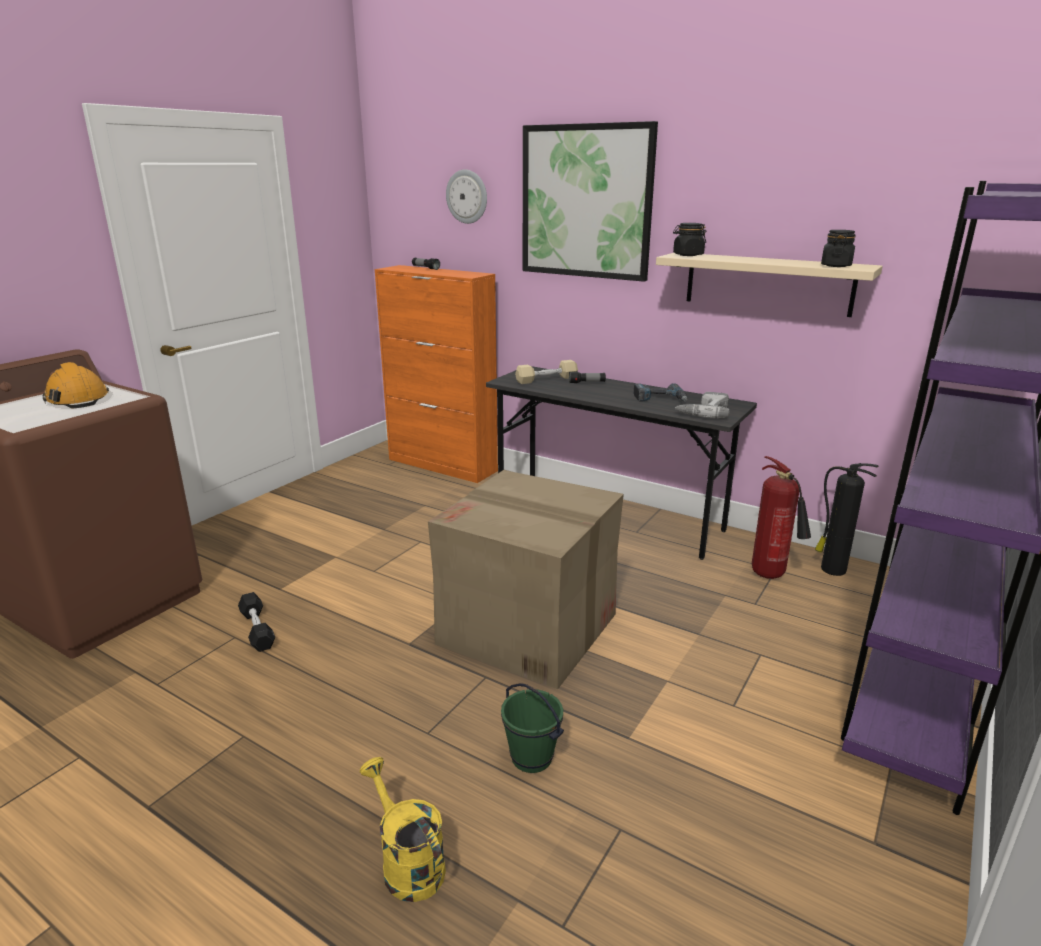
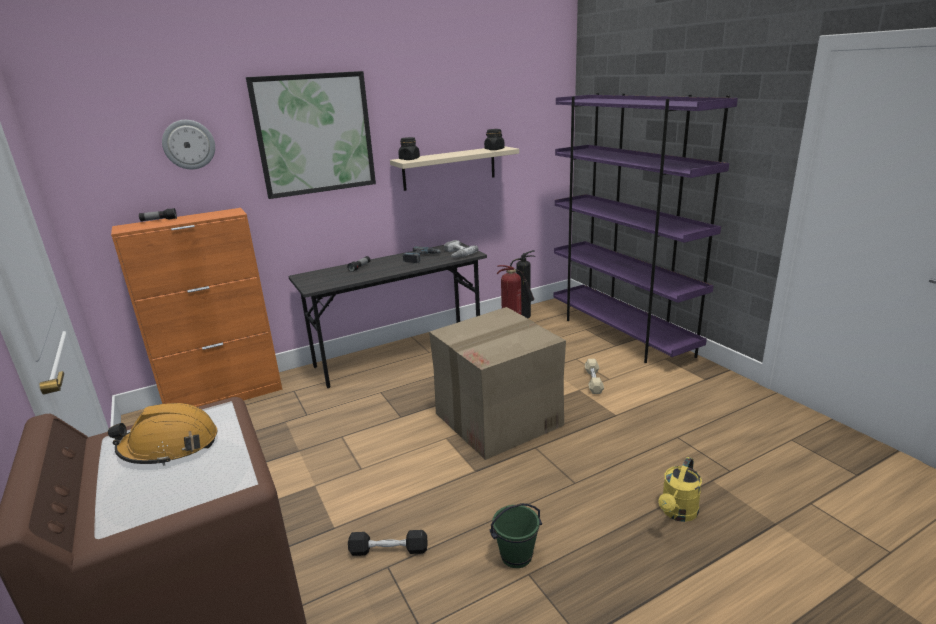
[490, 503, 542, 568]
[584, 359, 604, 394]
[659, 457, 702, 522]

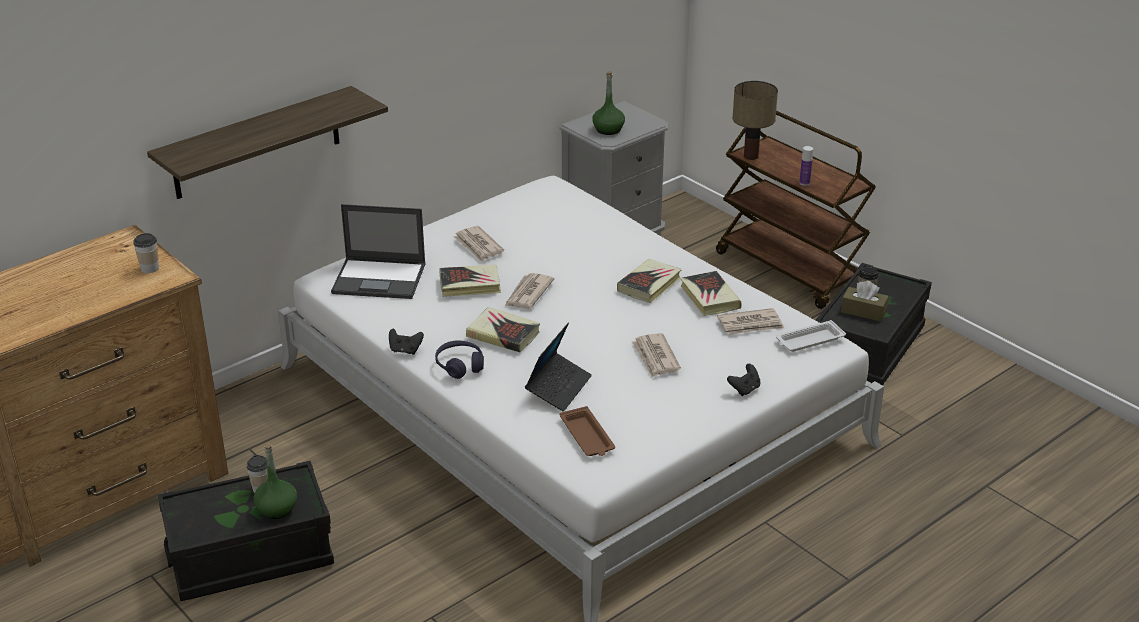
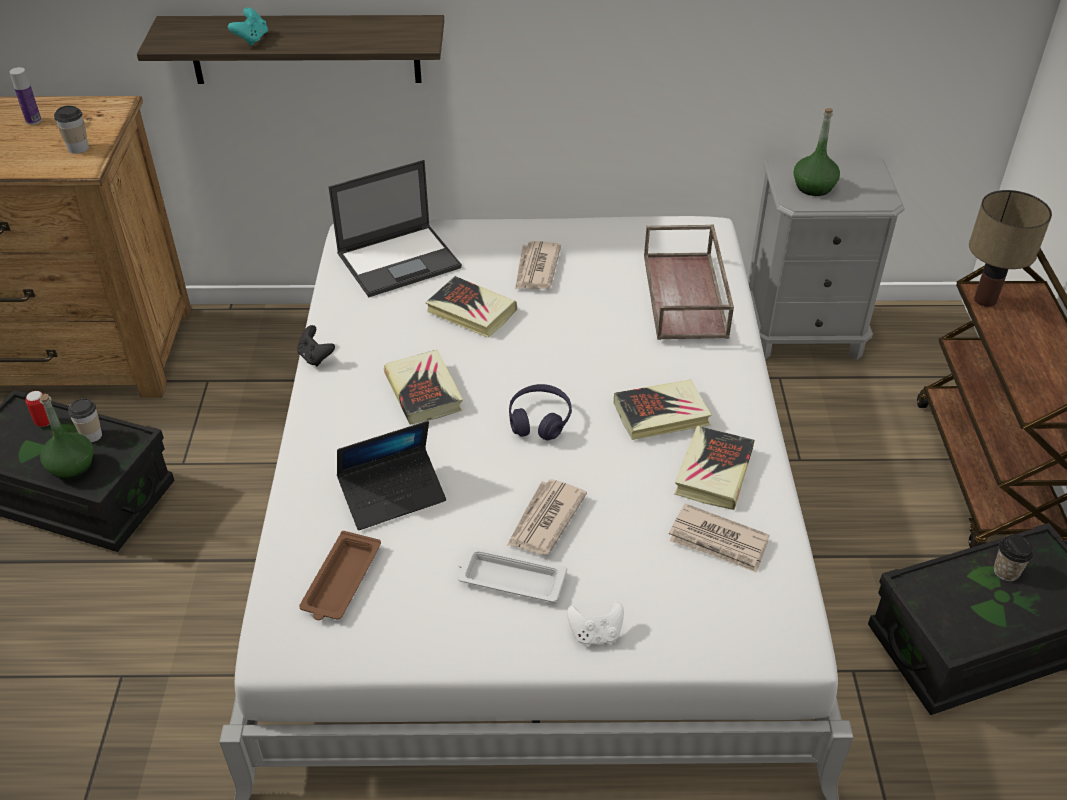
[505, 273, 554, 309] (first image)
[841, 281, 889, 322] (first image)
[25, 391, 50, 427]
[228, 8, 268, 46]
[644, 224, 734, 340]
[509, 384, 572, 441]
[458, 547, 567, 602]
[9, 67, 42, 125]
[567, 602, 624, 645]
[328, 160, 462, 297]

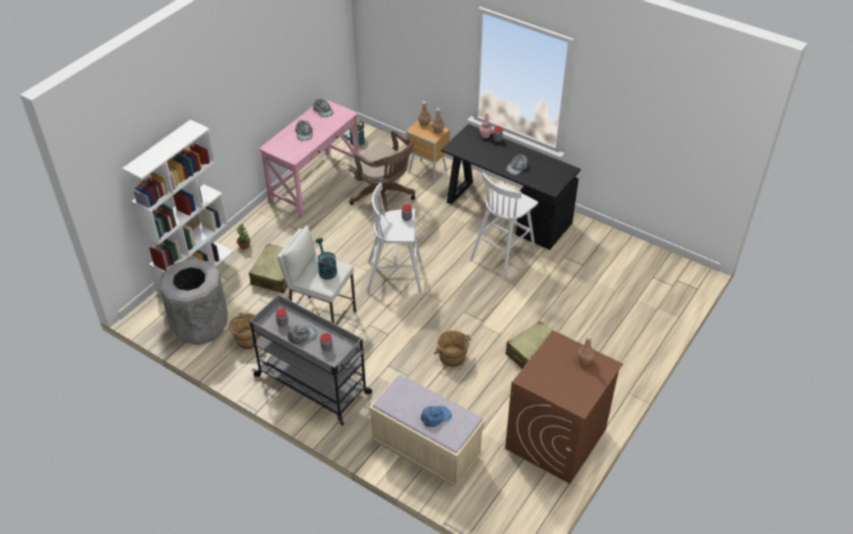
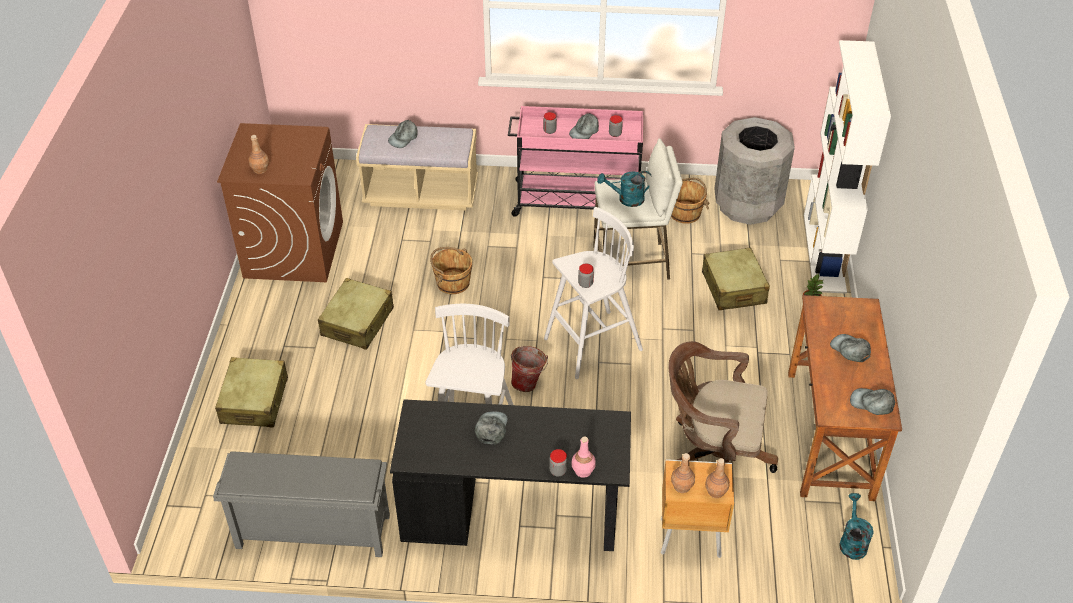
[213, 451, 390, 557]
[215, 357, 288, 428]
[511, 346, 548, 392]
[508, 106, 646, 217]
[788, 295, 902, 501]
[388, 119, 417, 148]
[597, 171, 652, 207]

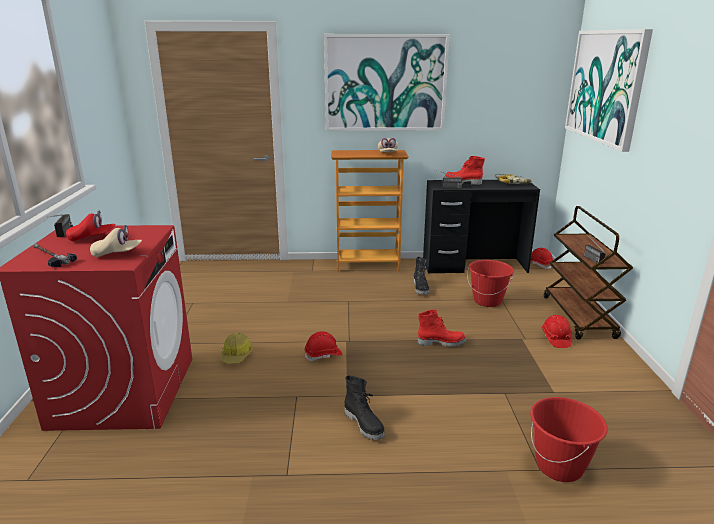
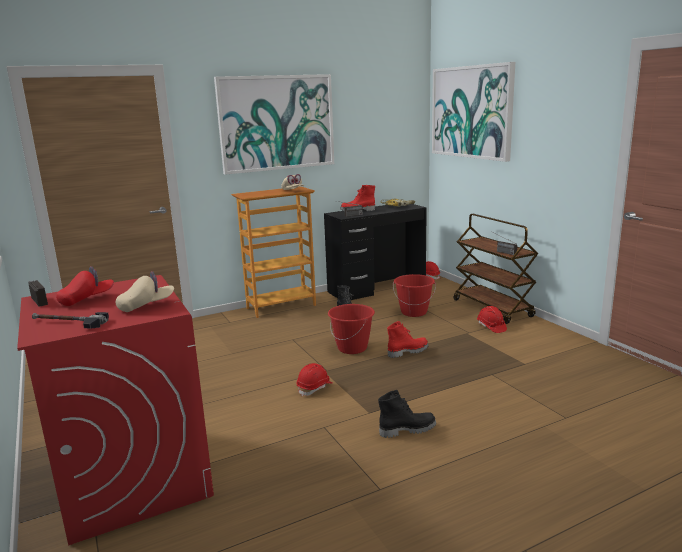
[221, 333, 253, 364] (first image)
[328, 304, 375, 354]
[378, 390, 436, 438]

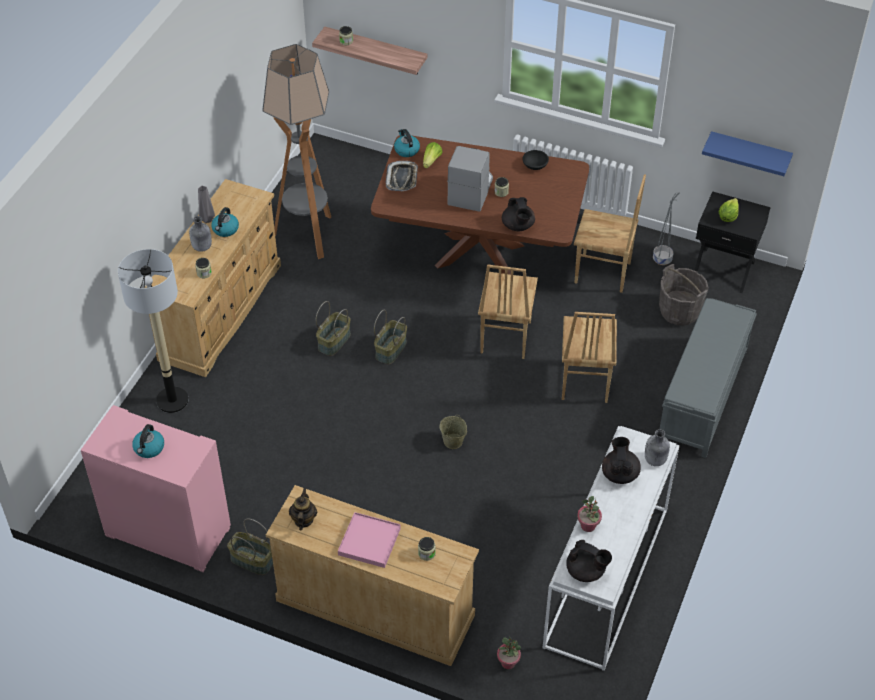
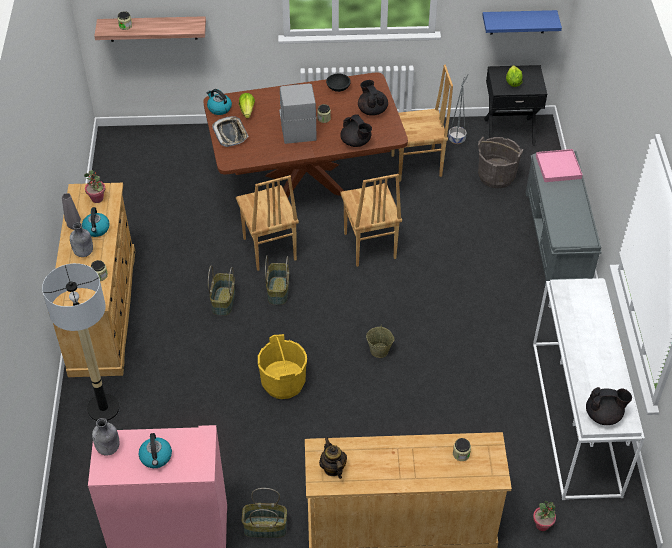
[262, 44, 331, 259] (first image)
[258, 334, 307, 399]
[536, 149, 583, 182]
[236, 175, 299, 271]
[84, 170, 105, 203]
[358, 80, 388, 116]
[92, 418, 120, 456]

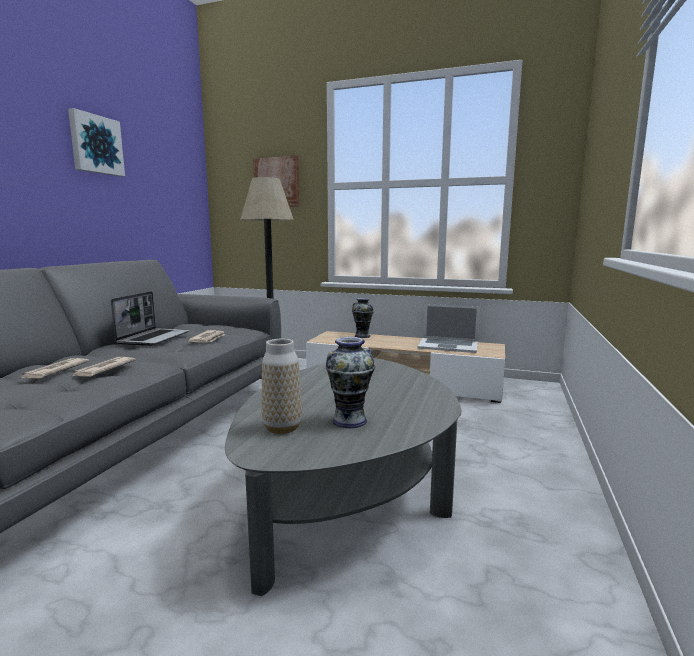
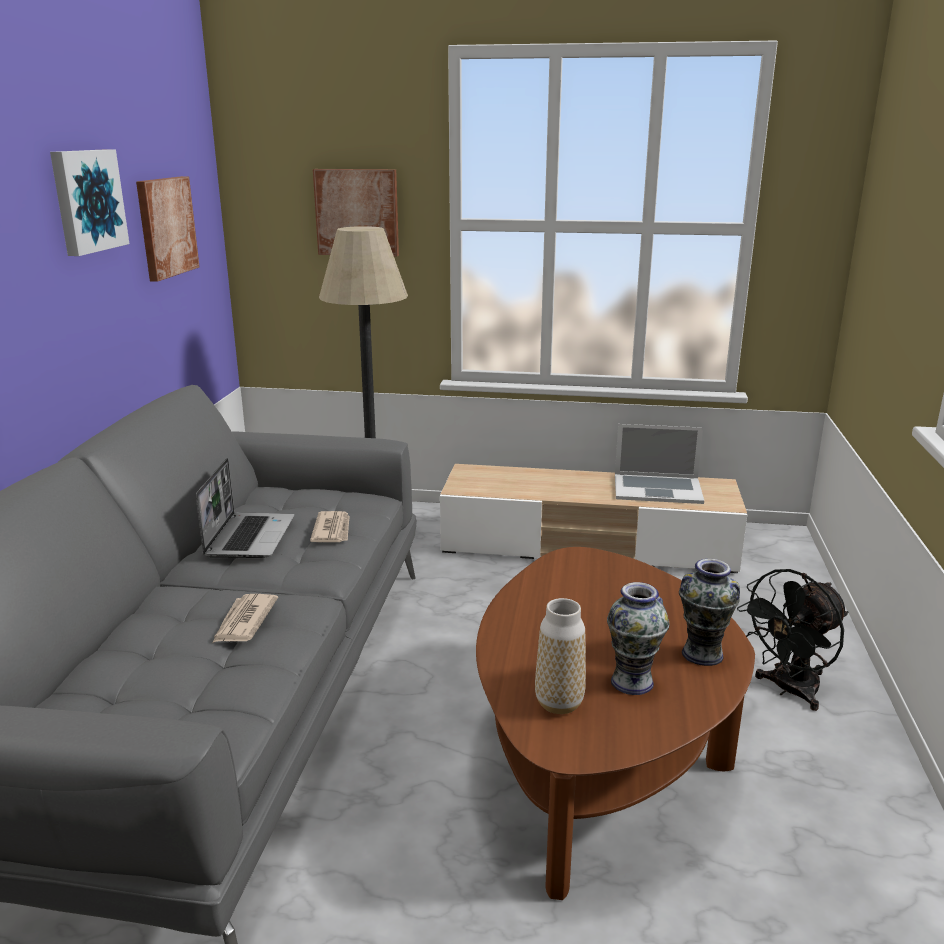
[20, 358, 89, 379] (first image)
[136, 176, 200, 282]
[737, 569, 848, 711]
[679, 559, 740, 666]
[476, 547, 755, 900]

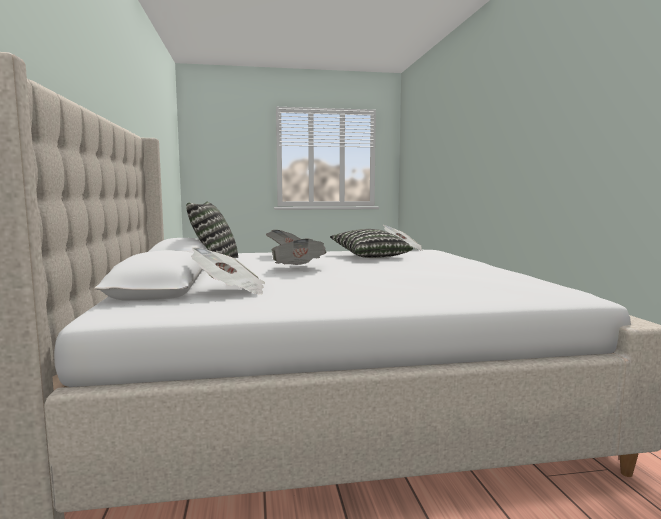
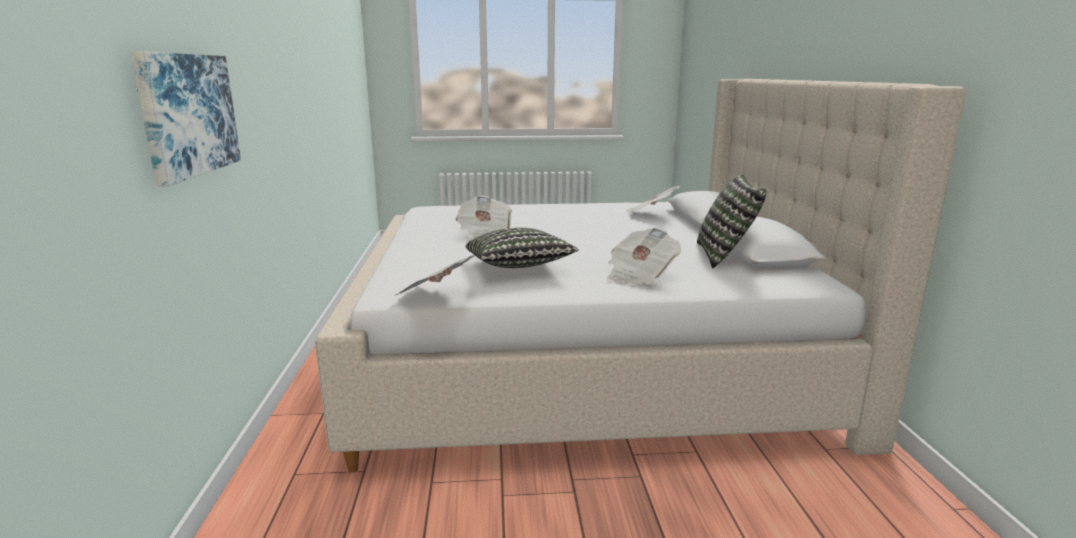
[131, 51, 241, 186]
[456, 196, 512, 240]

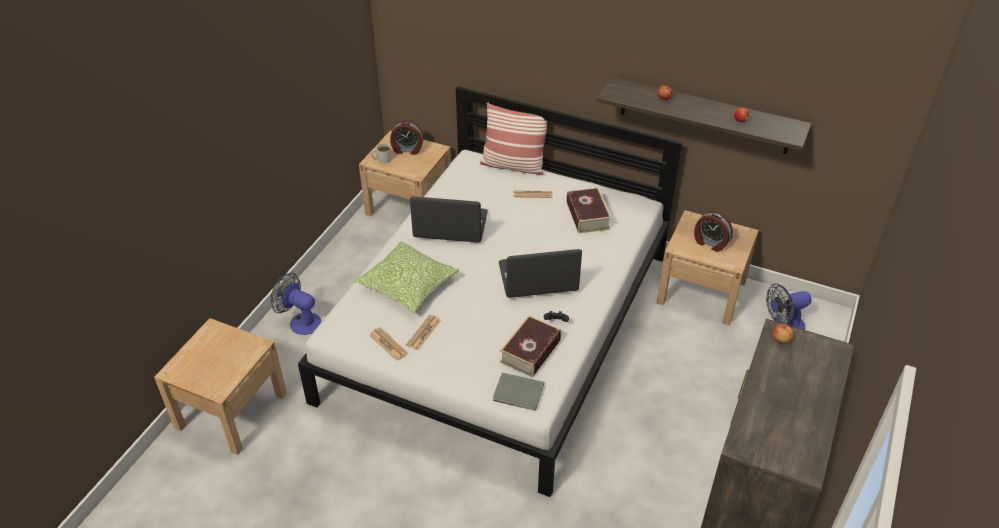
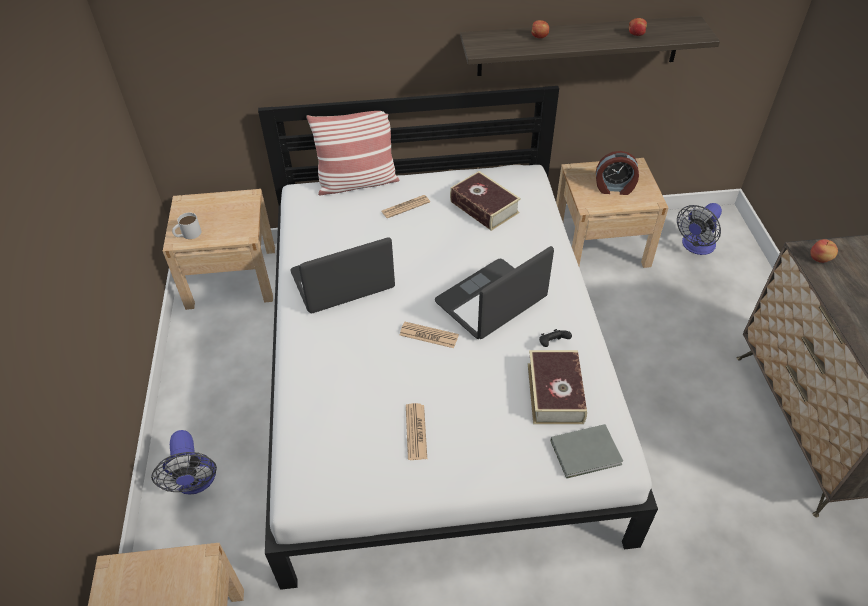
[354, 241, 459, 314] (first image)
[390, 120, 424, 155] (first image)
[400, 322, 459, 348]
[151, 430, 217, 495]

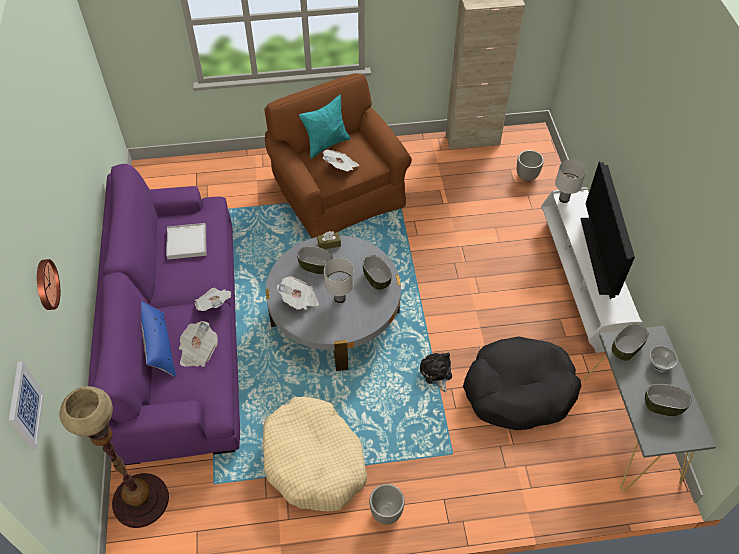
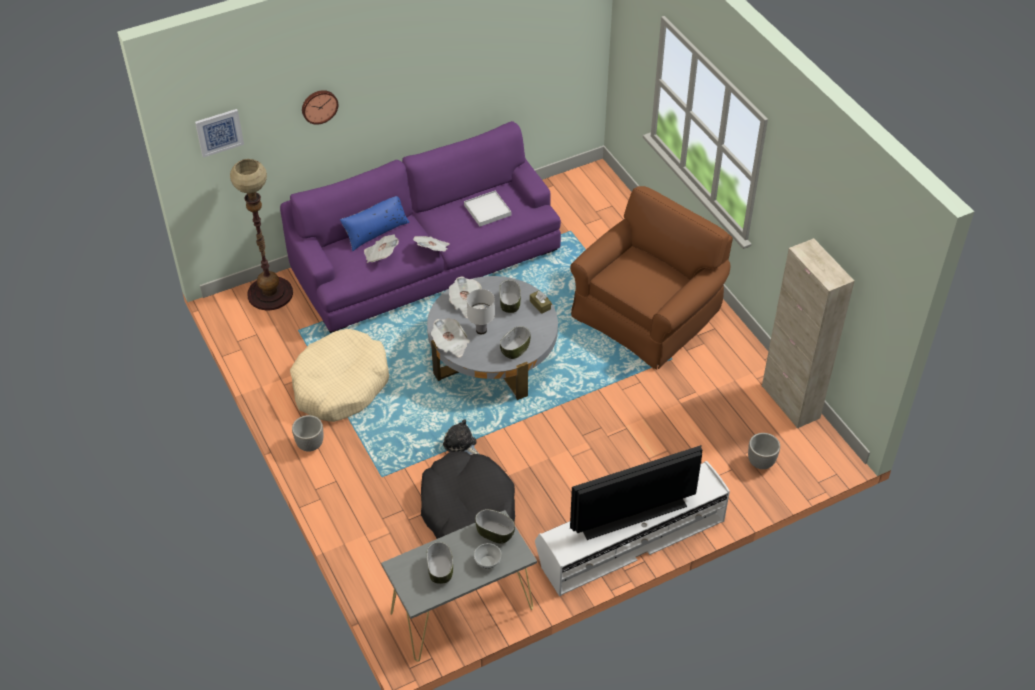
[299, 94, 351, 159] (first image)
[555, 159, 586, 203] (first image)
[431, 318, 470, 357]
[443, 419, 480, 455]

